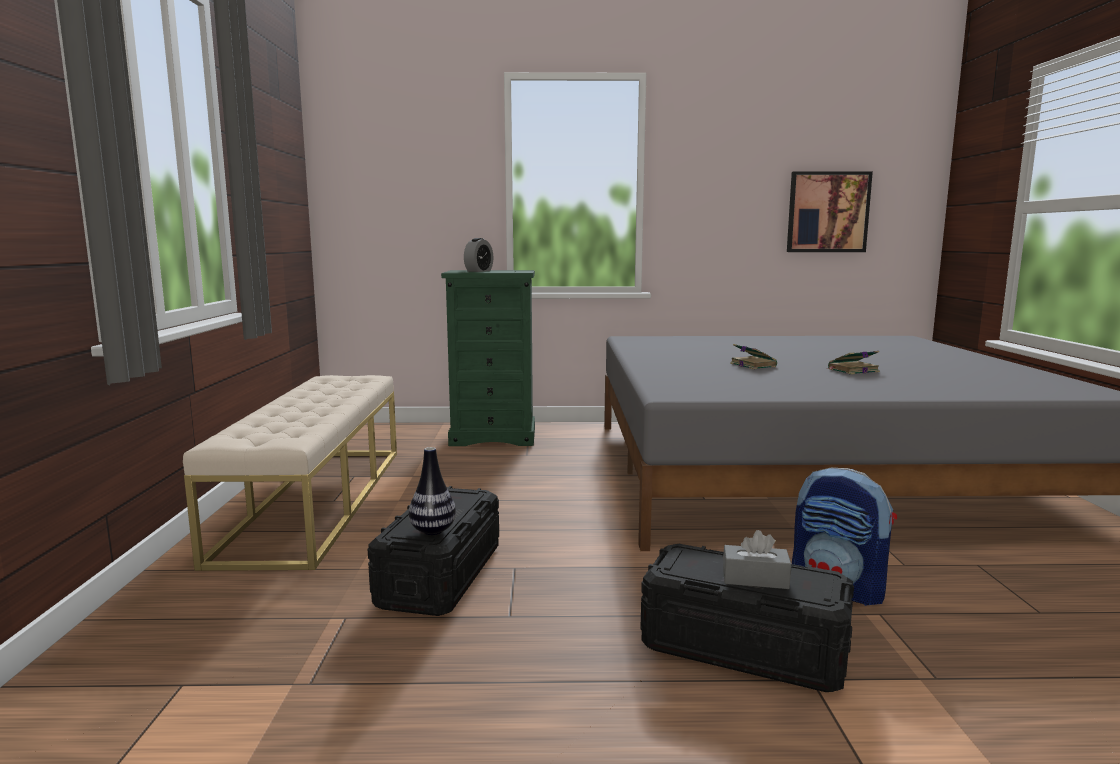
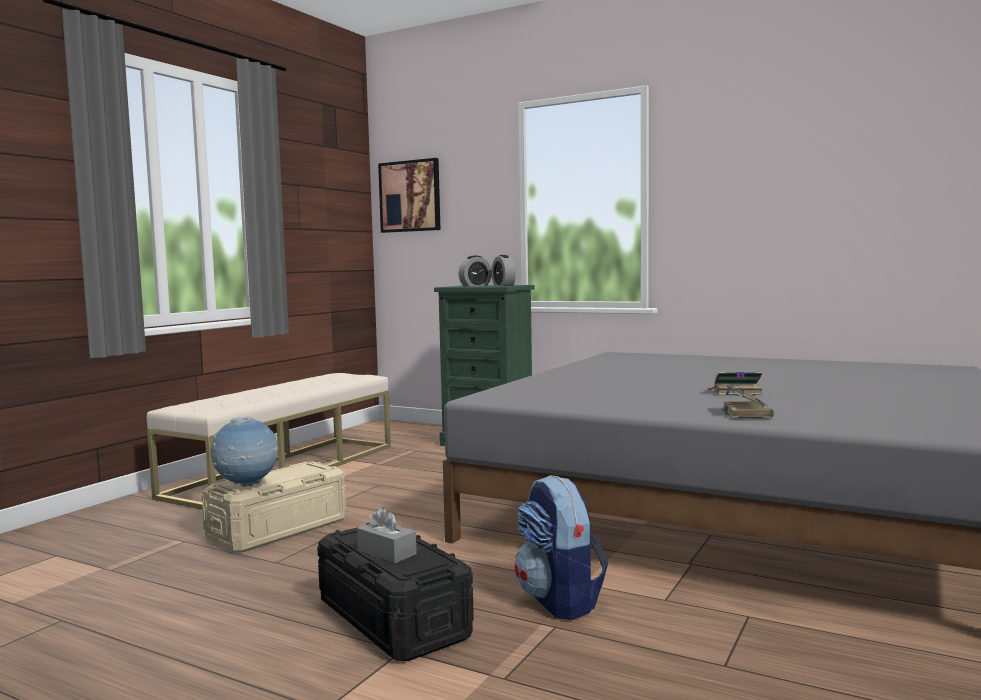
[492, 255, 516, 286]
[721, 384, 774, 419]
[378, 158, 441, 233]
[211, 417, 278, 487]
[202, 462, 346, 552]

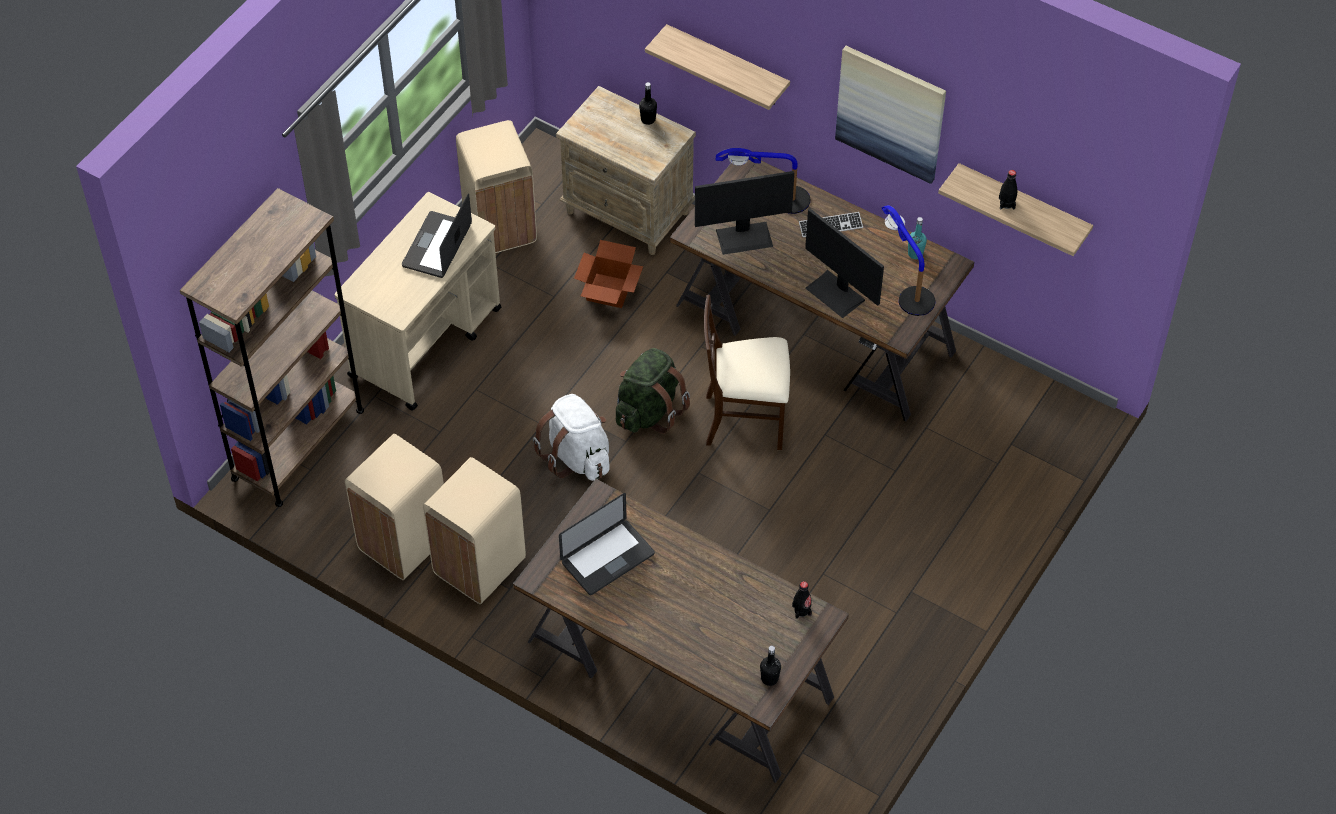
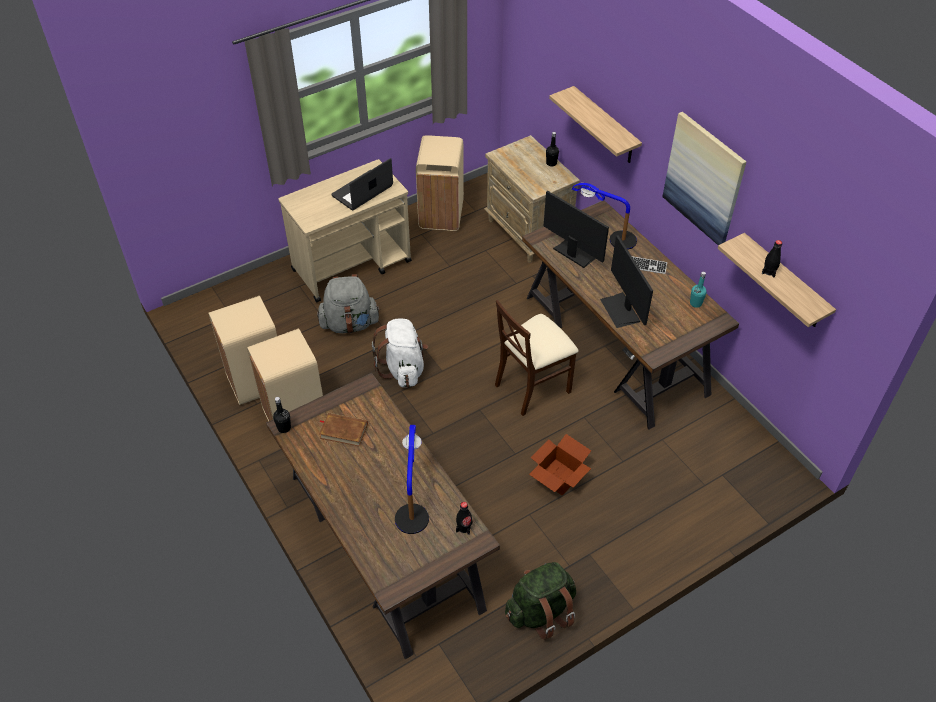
[180, 188, 364, 507] (first image)
[317, 274, 380, 333]
[529, 434, 591, 495]
[505, 562, 576, 640]
[273, 397, 291, 433]
[395, 425, 429, 534]
[319, 413, 368, 447]
[544, 191, 609, 268]
[495, 300, 578, 416]

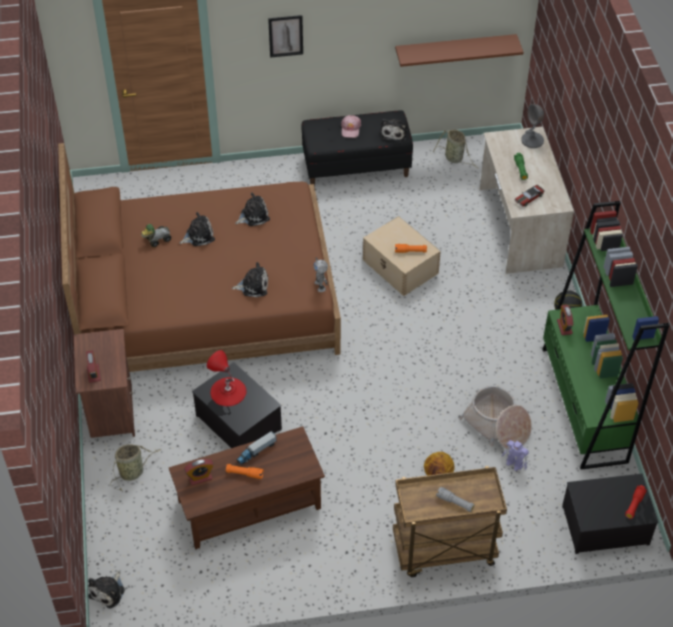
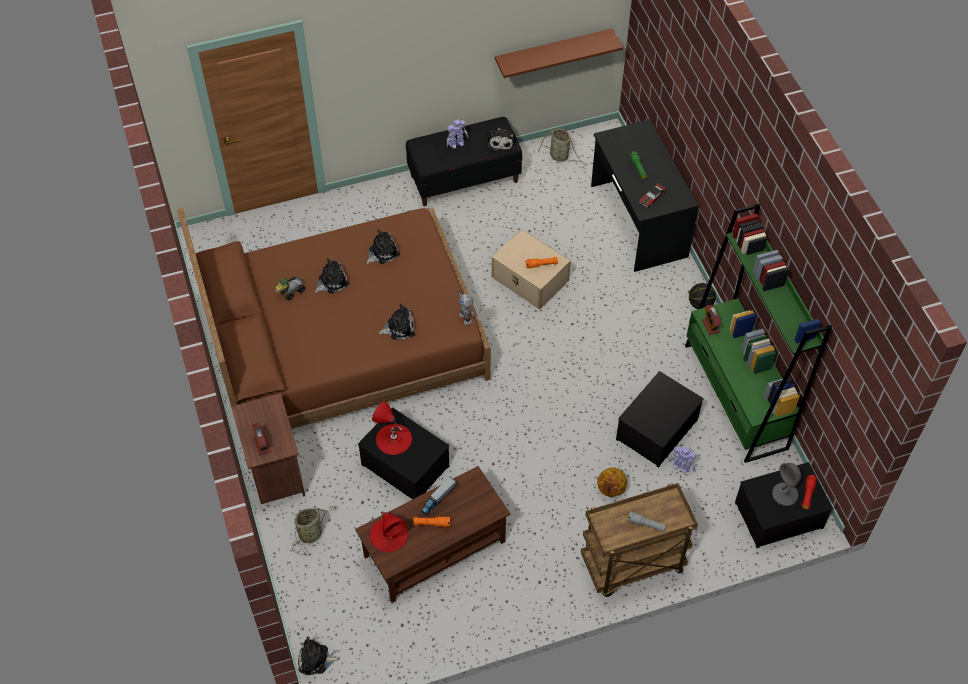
[268, 15, 303, 58] (first image)
[772, 463, 801, 506]
[370, 511, 408, 552]
[447, 119, 469, 149]
[616, 371, 704, 468]
[591, 119, 699, 272]
[298, 636, 340, 675]

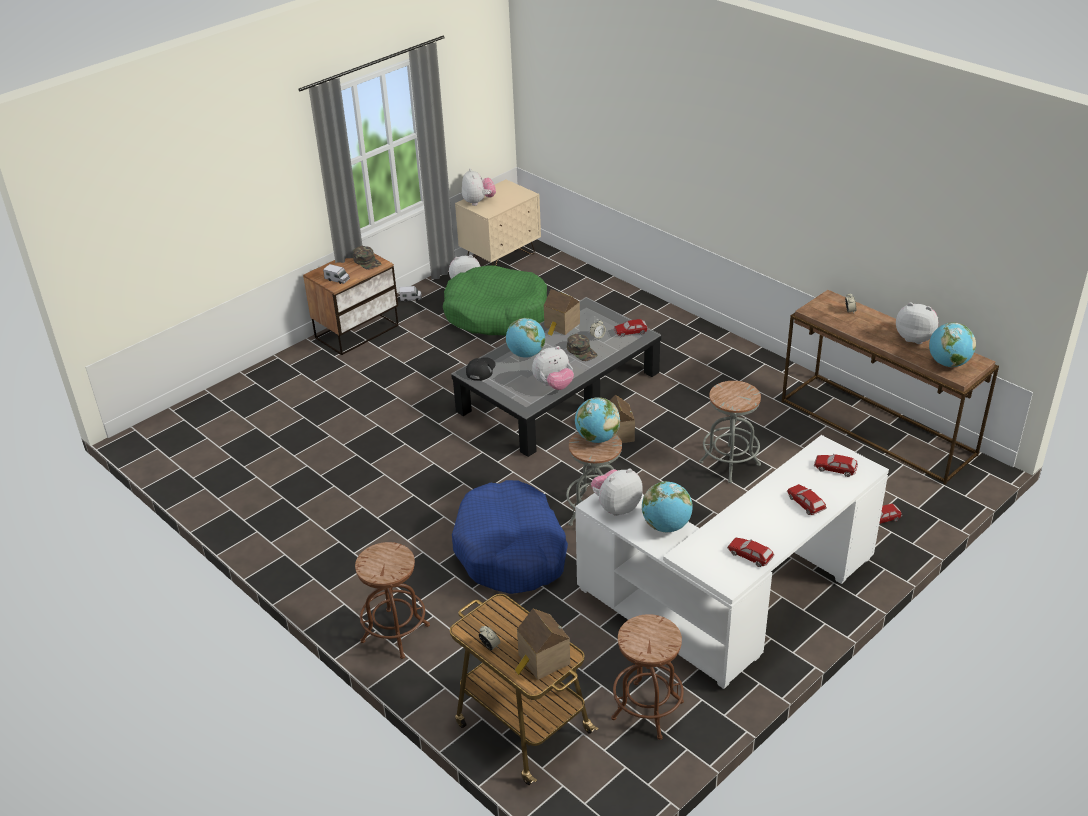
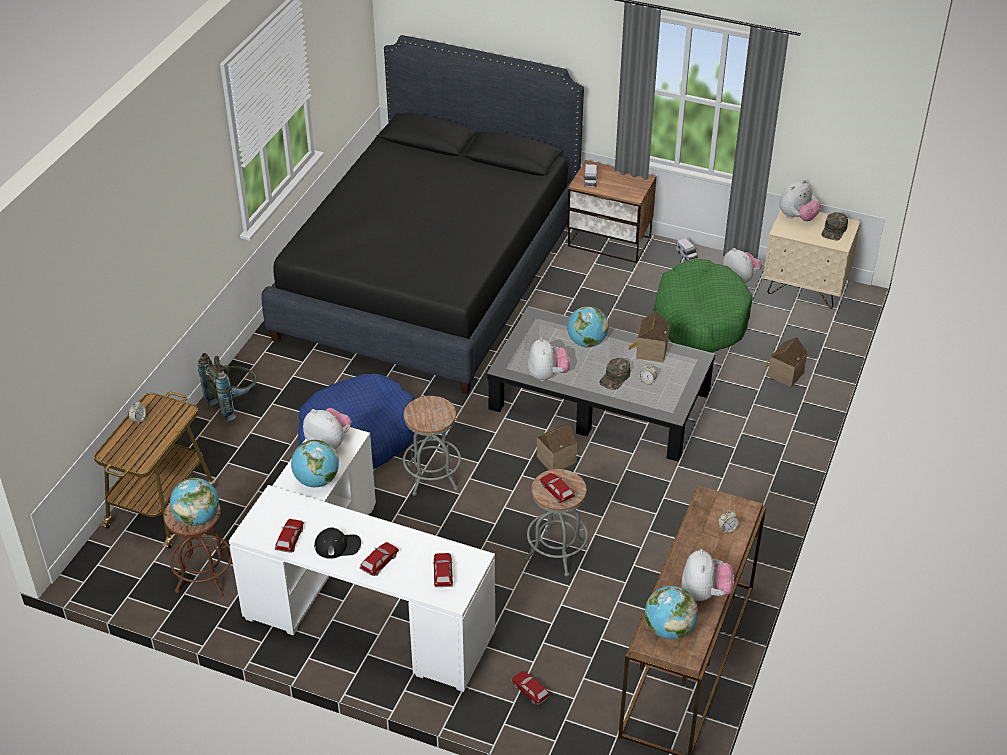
[262, 35, 584, 394]
[821, 212, 848, 241]
[314, 528, 361, 559]
[765, 337, 808, 387]
[170, 478, 219, 526]
[540, 473, 575, 503]
[198, 353, 256, 422]
[528, 337, 570, 381]

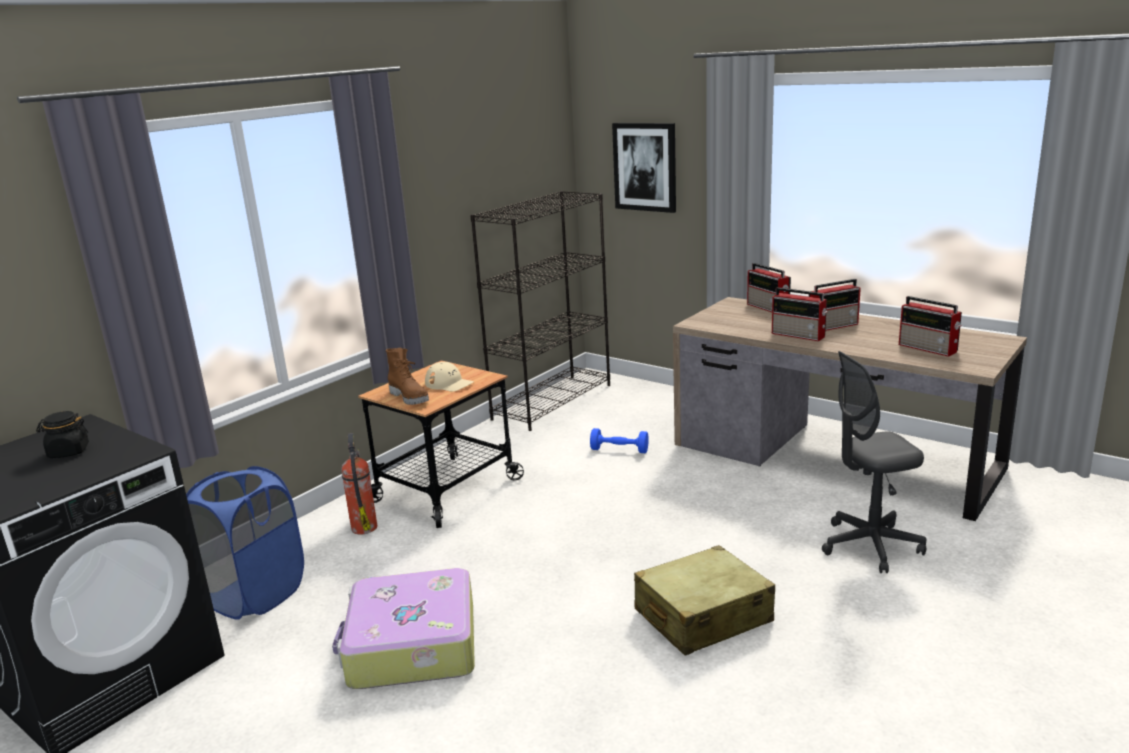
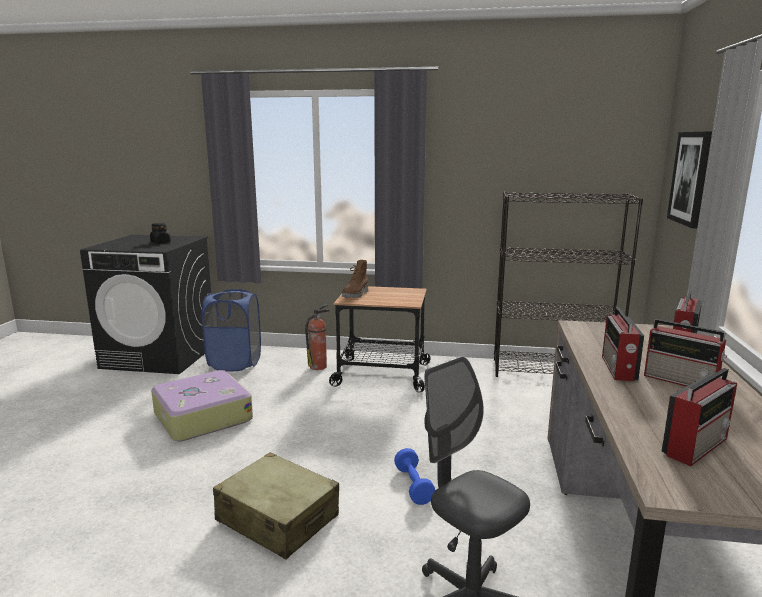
[425, 362, 474, 392] (first image)
[394, 448, 435, 505]
[662, 368, 737, 466]

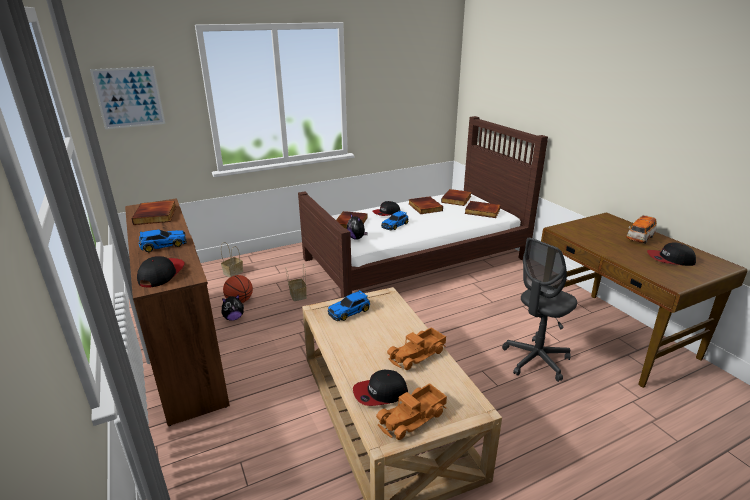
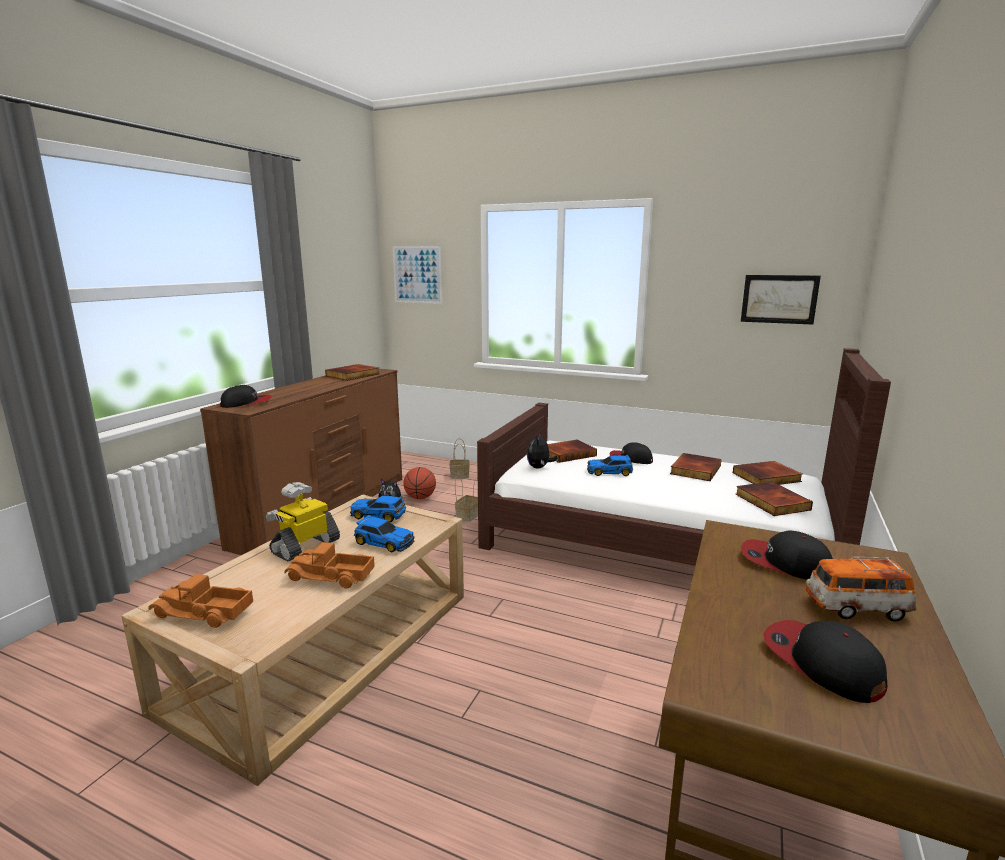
[502, 237, 577, 382] (first image)
[266, 482, 340, 561]
[741, 275, 821, 325]
[354, 515, 414, 552]
[741, 530, 833, 580]

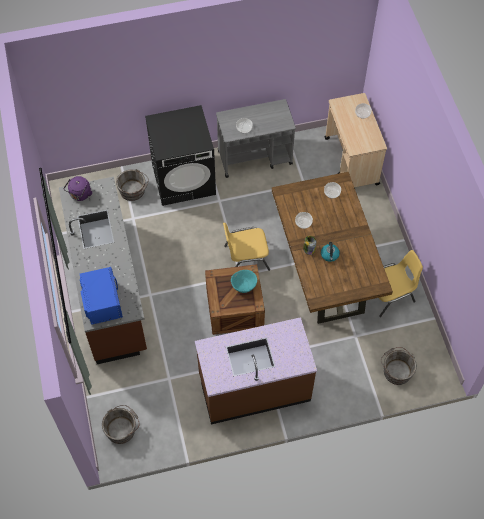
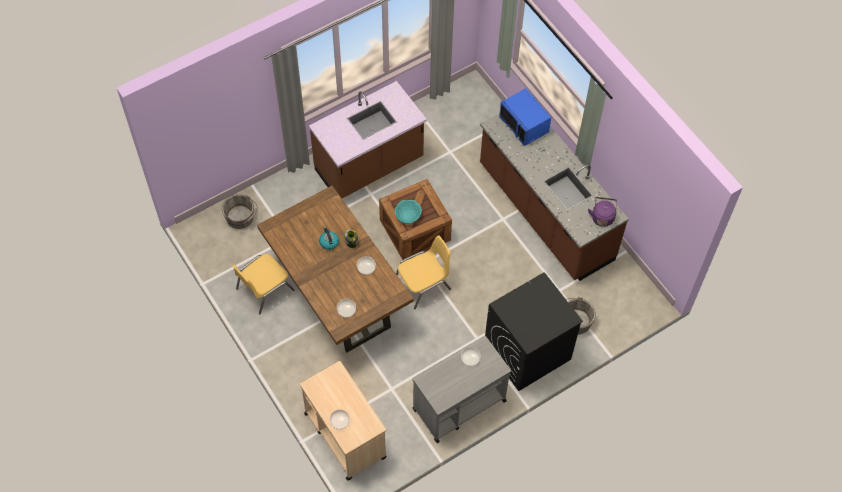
[102, 405, 139, 444] (first image)

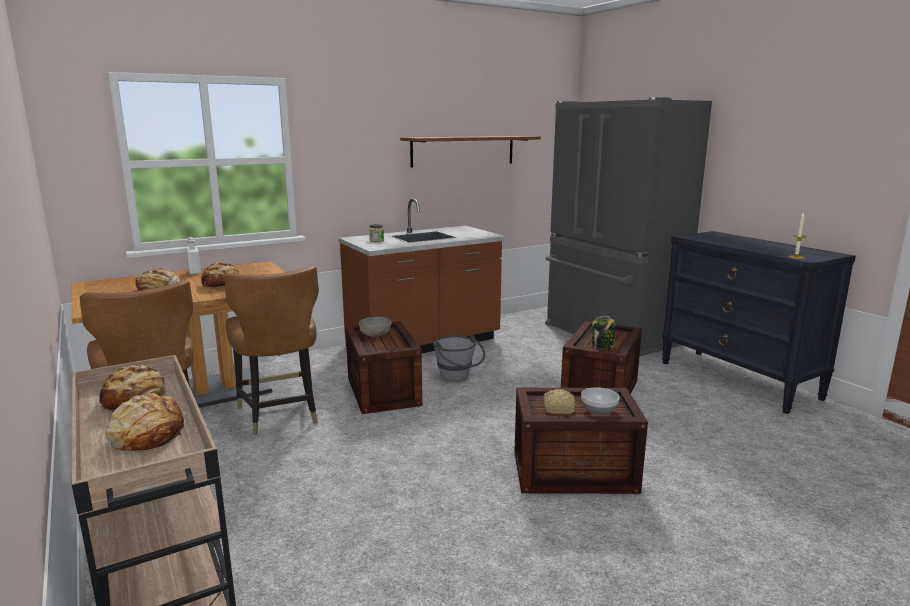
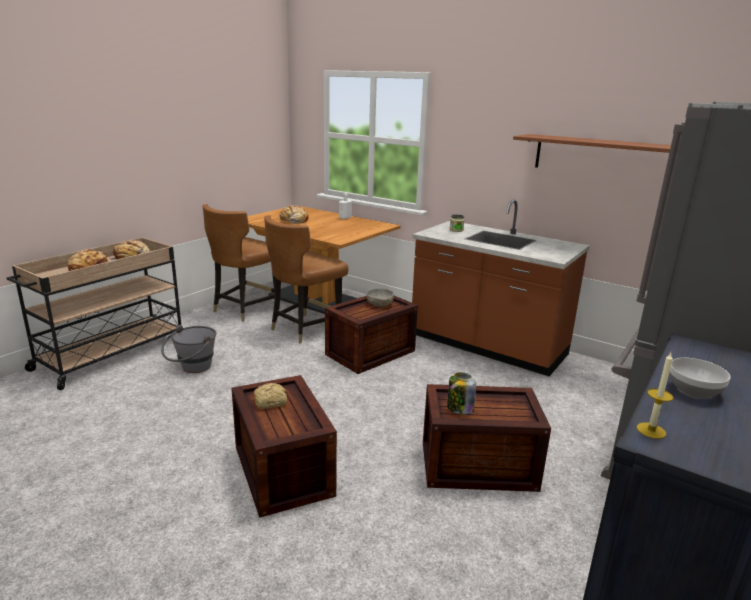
[201, 262, 239, 288] (first image)
[161, 325, 217, 373]
[670, 358, 730, 399]

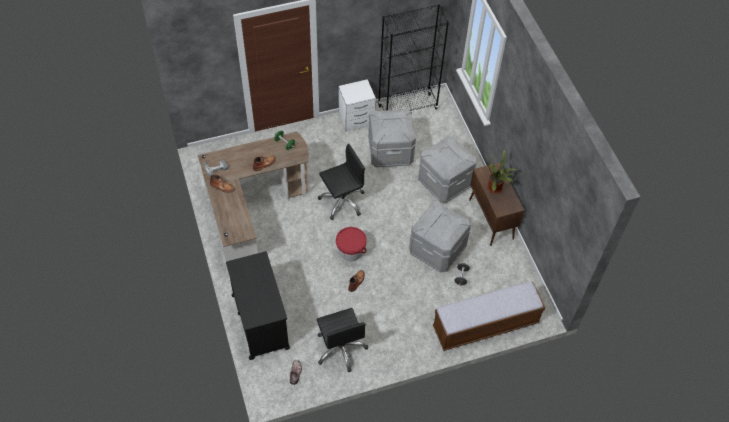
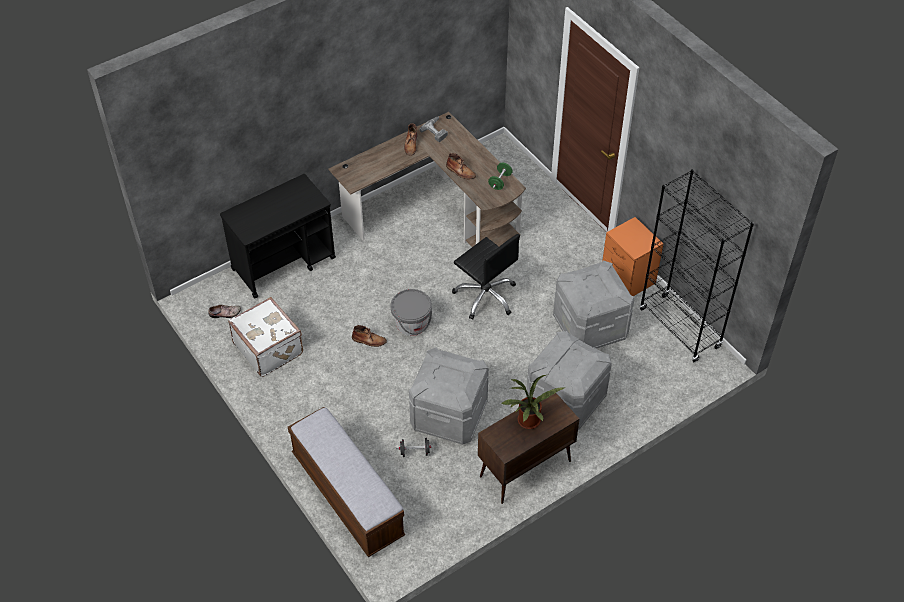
[228, 297, 303, 377]
[391, 289, 432, 336]
[602, 217, 664, 296]

